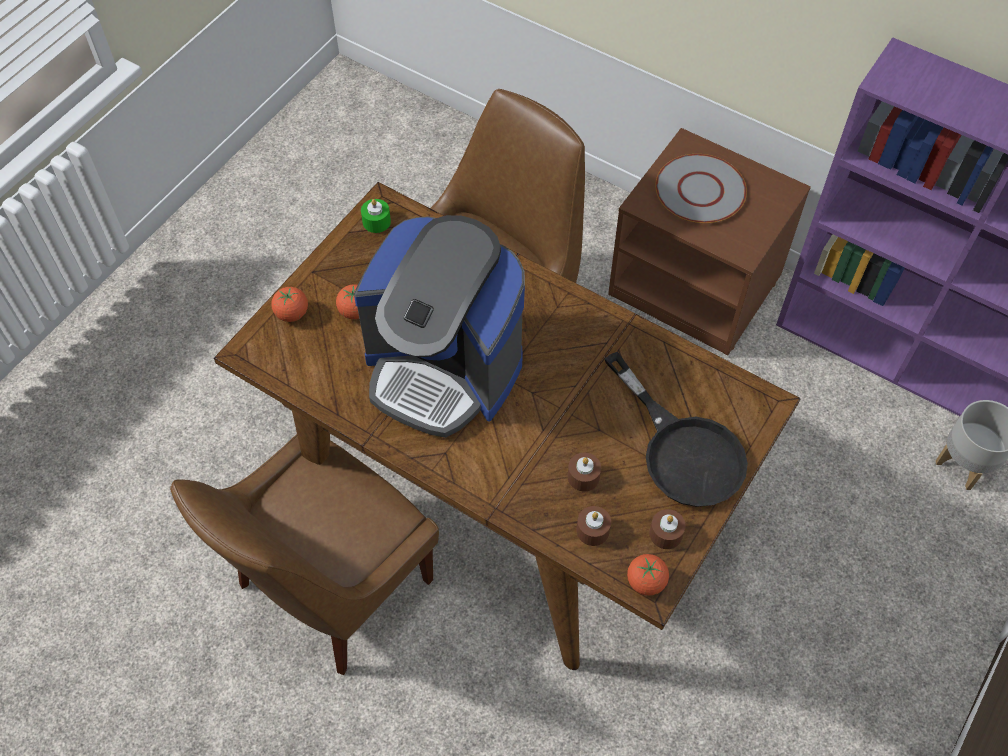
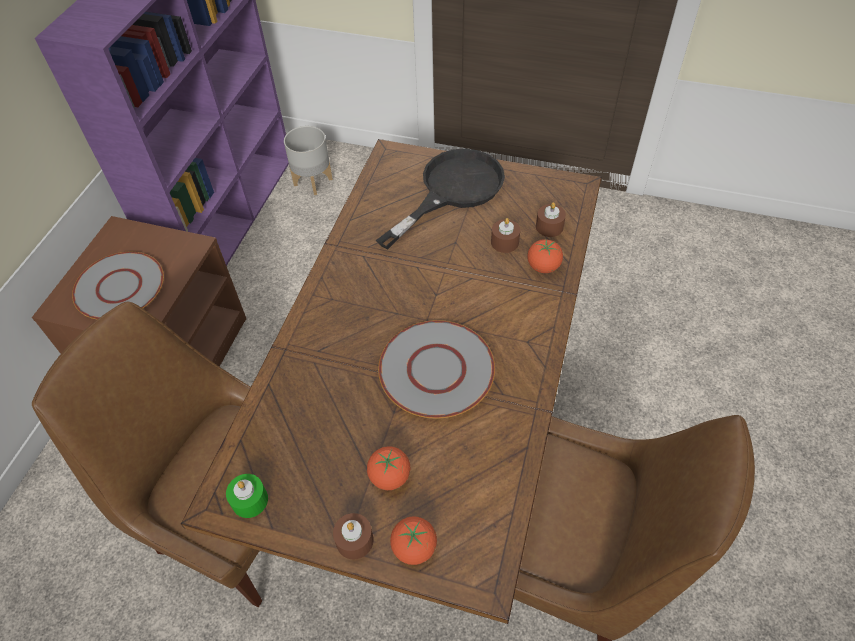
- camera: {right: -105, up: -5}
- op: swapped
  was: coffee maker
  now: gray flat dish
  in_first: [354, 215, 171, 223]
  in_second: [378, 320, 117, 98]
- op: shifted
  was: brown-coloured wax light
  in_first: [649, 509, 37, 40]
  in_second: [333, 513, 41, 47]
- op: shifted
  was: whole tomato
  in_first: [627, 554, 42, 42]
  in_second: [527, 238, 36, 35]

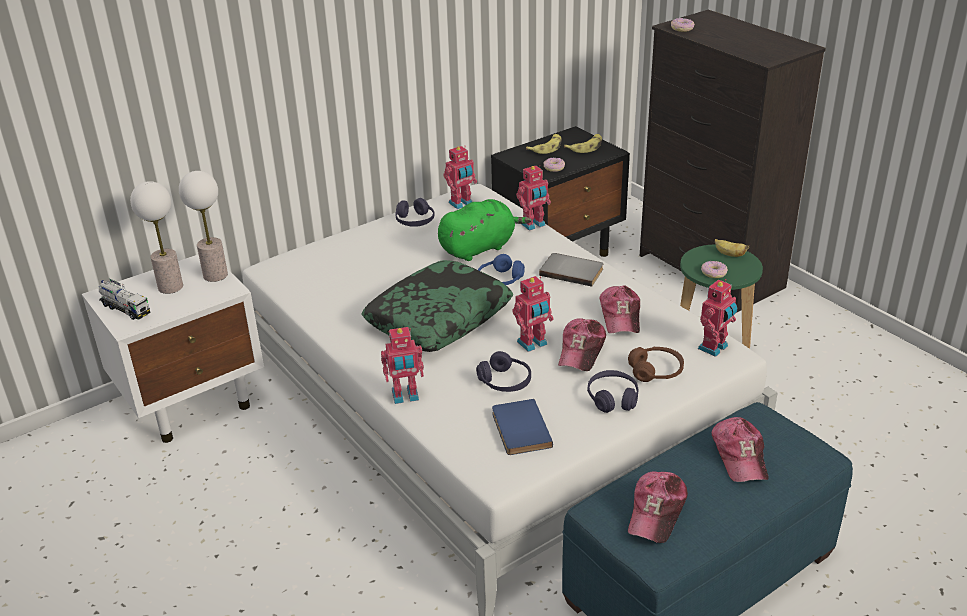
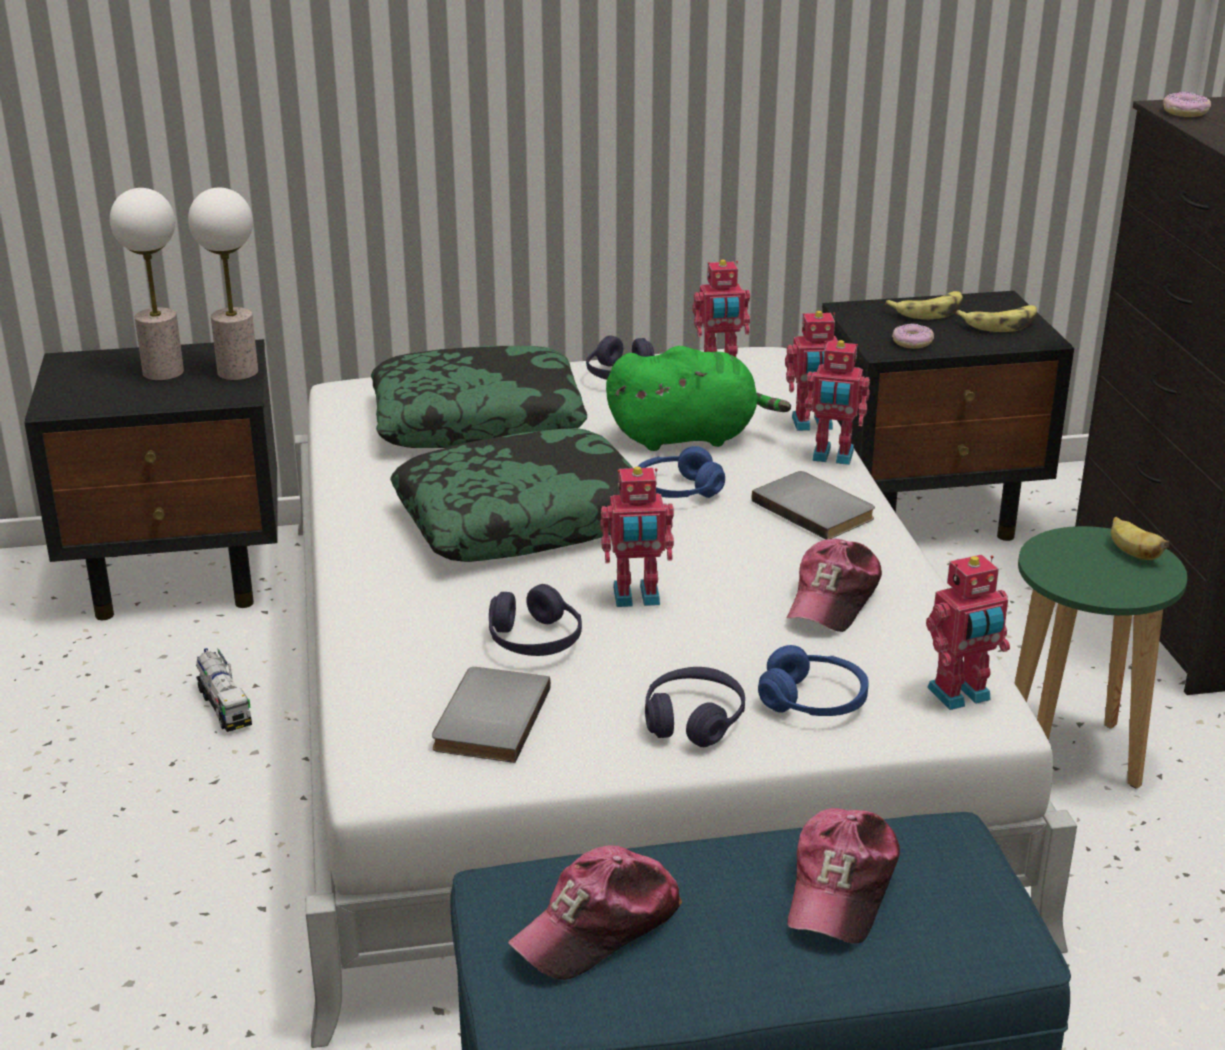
- camera: {right: 25, up: -5}
- op: repainted
  was: whitish night table
  now: black-coloured night table
  in_first: [82, 254, 182, 189]
  in_second: [24, 339, 254, 281]
- op: gone
  was: doughnut
  in_first: [701, 261, 27, 17]
- op: shifted
  was: model truck
  in_first: [99, 279, 52, 41]
  in_second: [196, 648, 56, 84]
- op: gone
  was: baseball cap
  in_first: [558, 318, 48, 53]
- op: shifted
  was: toy robot
  in_first: [381, 327, 43, 77]
  in_second: [805, 340, 65, 125]
- op: repainted
  was: brown-coloured headphones
  now: bluish headphones
  in_first: [628, 347, 56, 35]
  in_second: [758, 645, 111, 71]
- op: repainted
  was: bluish book
  now: gray book
  in_first: [492, 399, 61, 56]
  in_second: [432, 667, 119, 96]
- op: new
  now: cushion
  in_second: [371, 346, 216, 102]

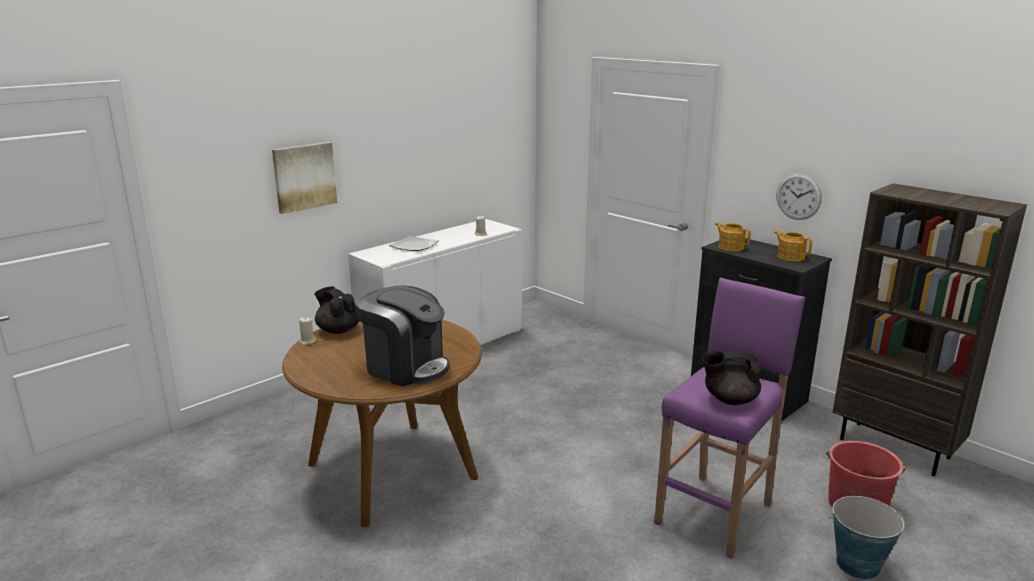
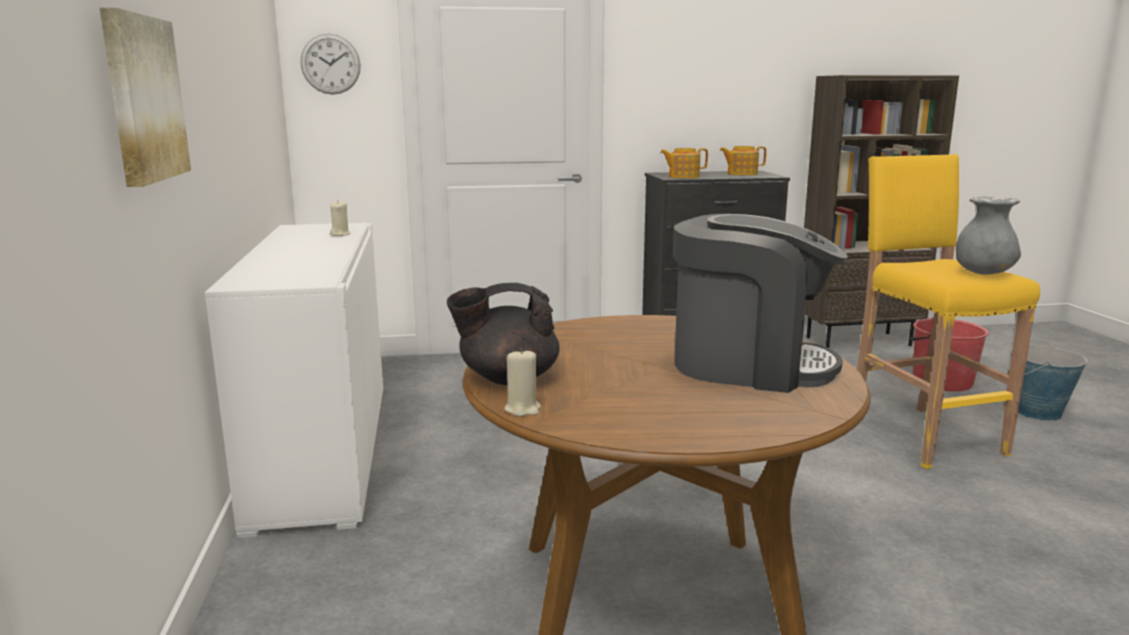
- camera: {right: -55, up: -5}
- op: shifted
  was: hanging clock
  in_first: [777, 173, 45, 47]
  in_second: [301, 34, 60, 61]
- op: gone
  was: flat dish
  in_first: [389, 236, 50, 15]
- op: repainted
  was: purplish sitting stool
  now: yellow sitting stool
  in_first: [654, 278, 151, 281]
  in_second: [857, 154, 183, 315]
- op: rotated
  was: coffee maker
  in_first: [357, 286, 93, 101]
  in_second: [673, 214, 175, 179]
  clockwise: 45
- op: swapped
  was: black-coloured pot for tea
  now: gray vase
  in_first: [702, 350, 59, 55]
  in_second: [956, 196, 65, 78]

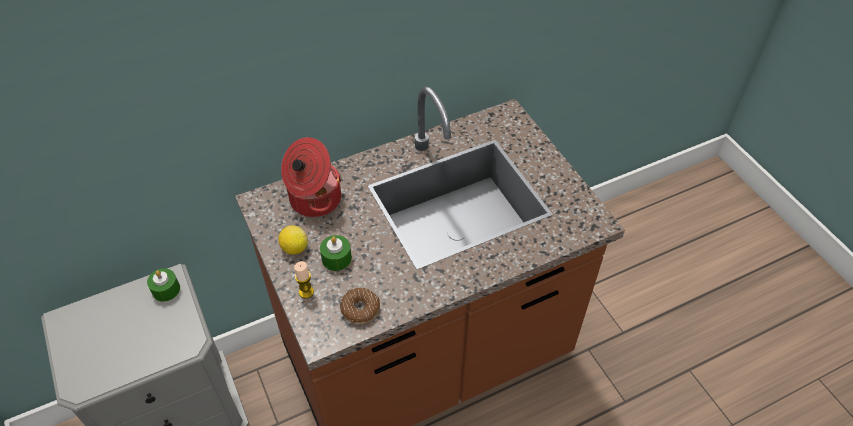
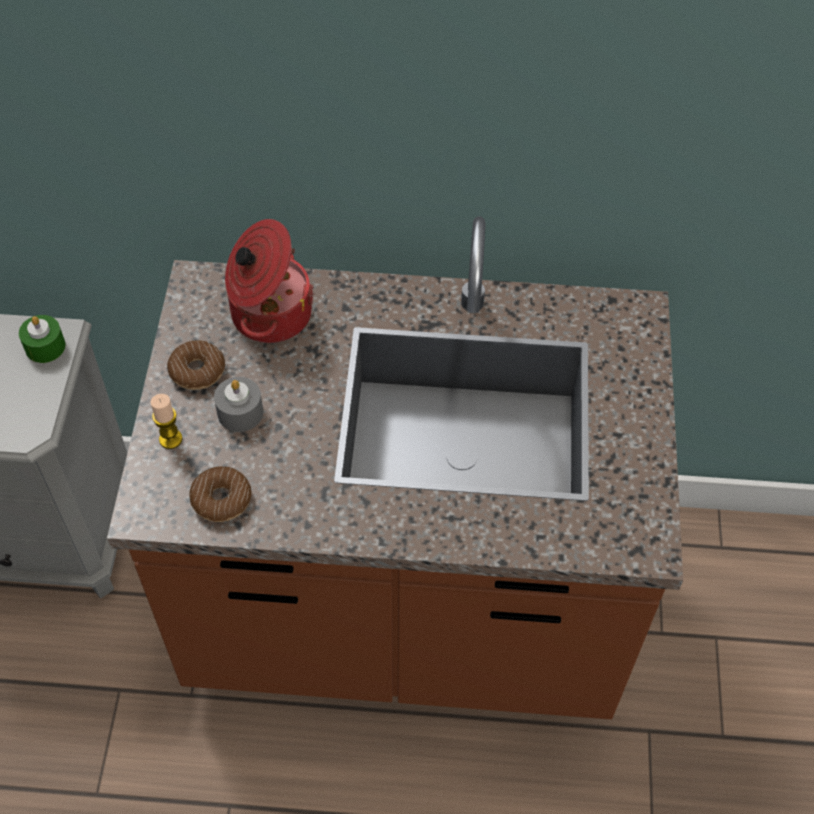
- camera: {right: 30, up: 5}
- op: swapped
  was: whole lemon
  now: doughnut
  in_first: [278, 225, 30, 30]
  in_second: [167, 340, 58, 50]
- op: repainted
  was: green wax light
  now: gray wax light
  in_first: [320, 235, 32, 36]
  in_second: [214, 377, 49, 55]

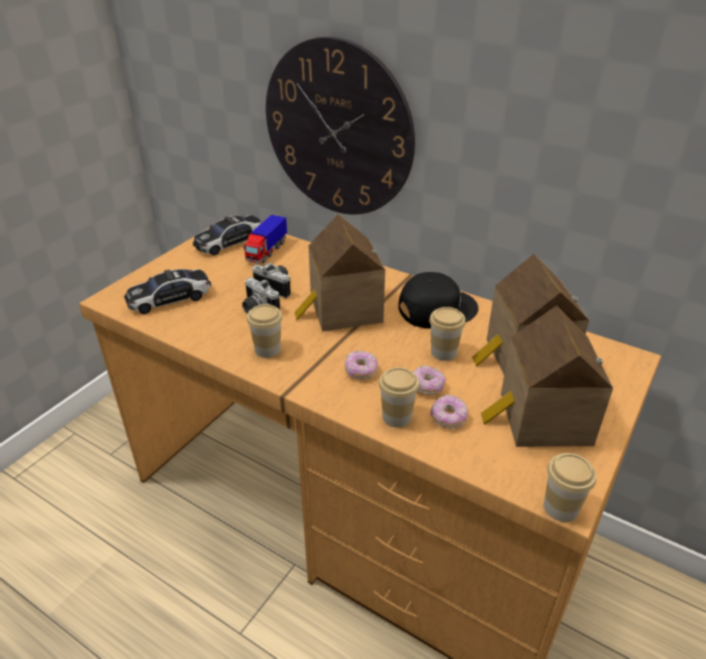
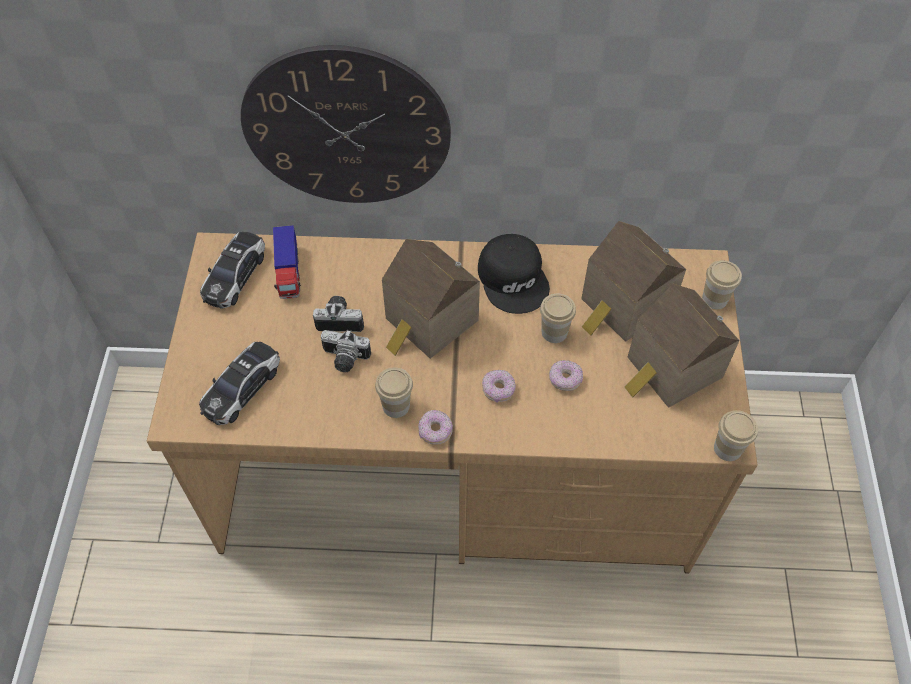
- camera: {right: -30, up: 20}
- op: rotated
  was: black-coloured baseball cap
  in_first: [398, 272, 80, 57]
  in_second: [478, 234, 72, 80]
  clockwise: 120
- op: shifted
  was: drinking cup
  in_first: [379, 367, 40, 61]
  in_second: [702, 260, 40, 49]
- op: shifted
  was: doughnut
  in_first: [430, 395, 38, 34]
  in_second: [418, 410, 35, 35]

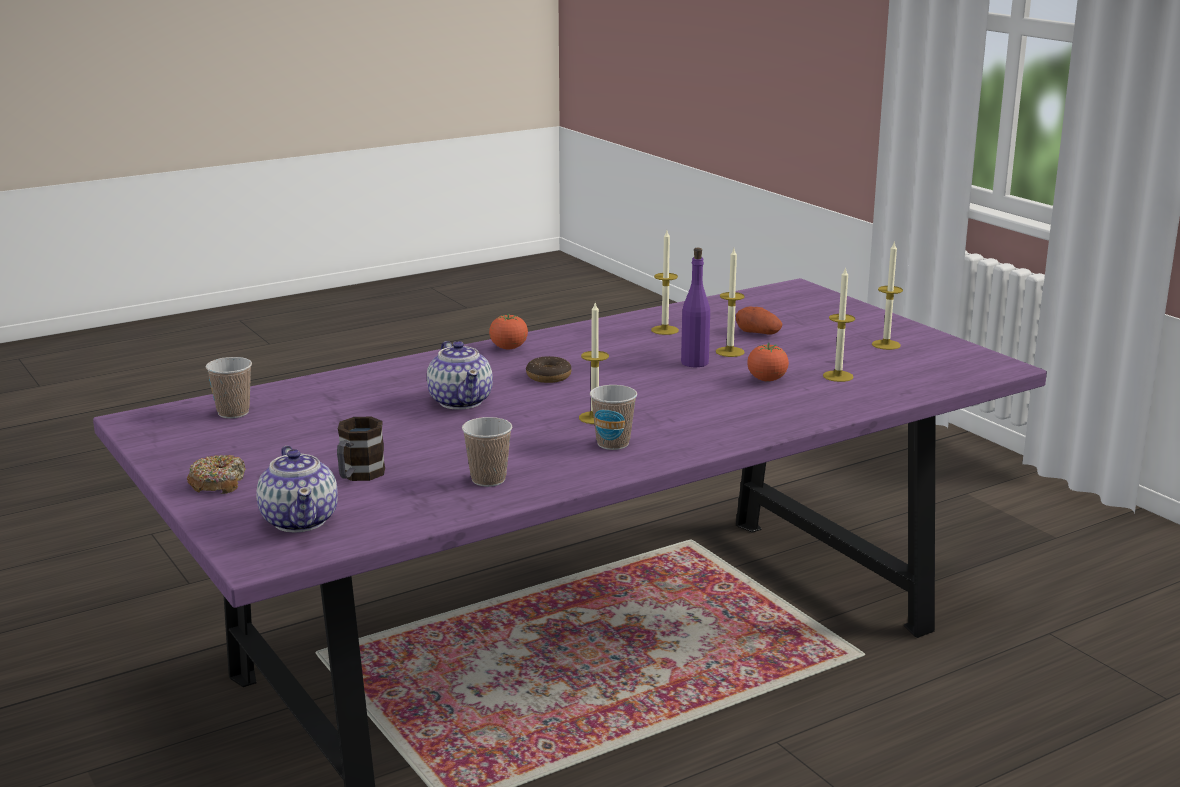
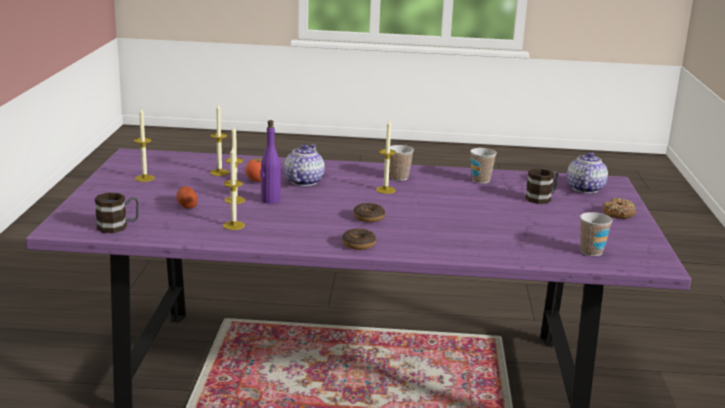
- camera: {right: -145, up: 0}
- op: swapped
  was: whole tomato
  now: doughnut
  in_first: [489, 313, 39, 37]
  in_second: [342, 228, 34, 22]
- op: shifted
  was: pot for tea
  in_first: [427, 341, 66, 69]
  in_second: [284, 144, 41, 42]
- op: new
  now: tea mug
  in_second: [95, 193, 44, 40]

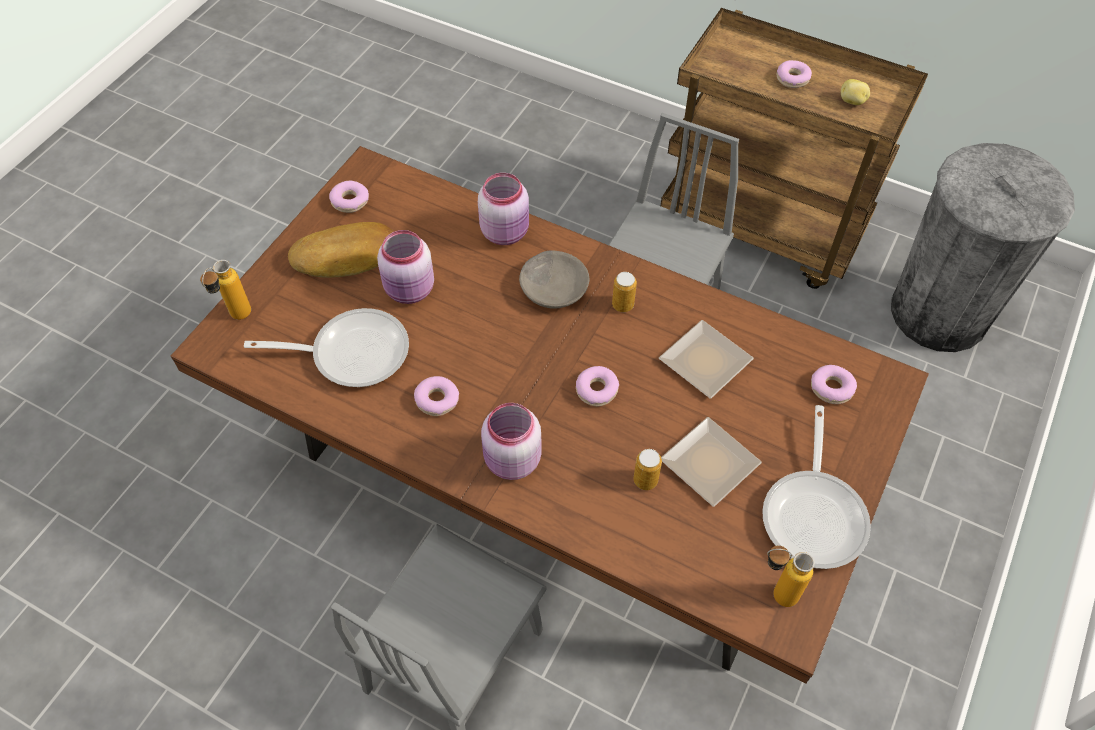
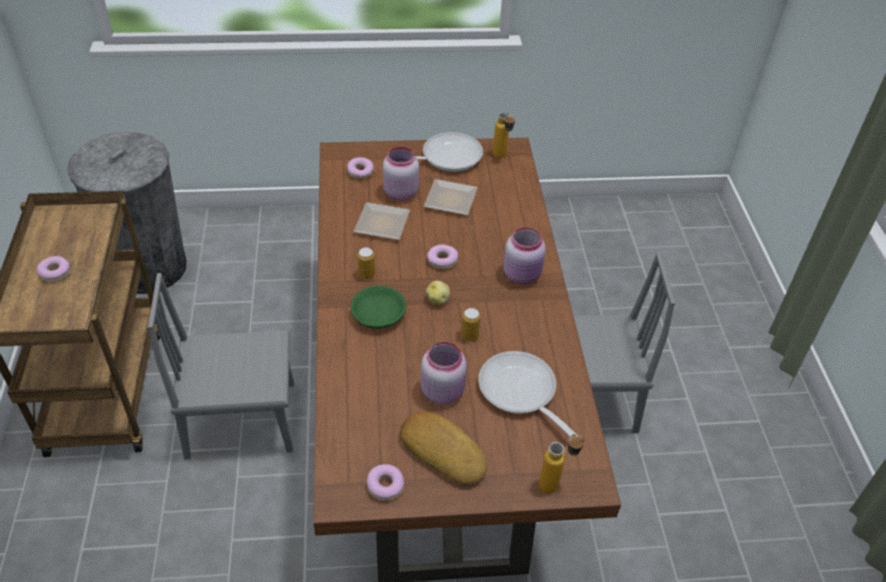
- camera: {right: -125, up: -10}
- op: shifted
  was: spud
  in_first: [841, 79, 29, 26]
  in_second: [426, 281, 24, 24]
- op: shifted
  was: pink preserve jar
  in_first: [478, 173, 51, 72]
  in_second: [383, 147, 36, 54]
- op: repainted
  was: gray deep dish
  now: green deep dish
  in_first: [519, 250, 70, 59]
  in_second: [351, 285, 55, 44]
- op: gone
  was: doughnut
  in_first: [414, 376, 45, 40]
- op: shifted
  was: can
  in_first: [633, 449, 29, 41]
  in_second: [461, 308, 20, 33]

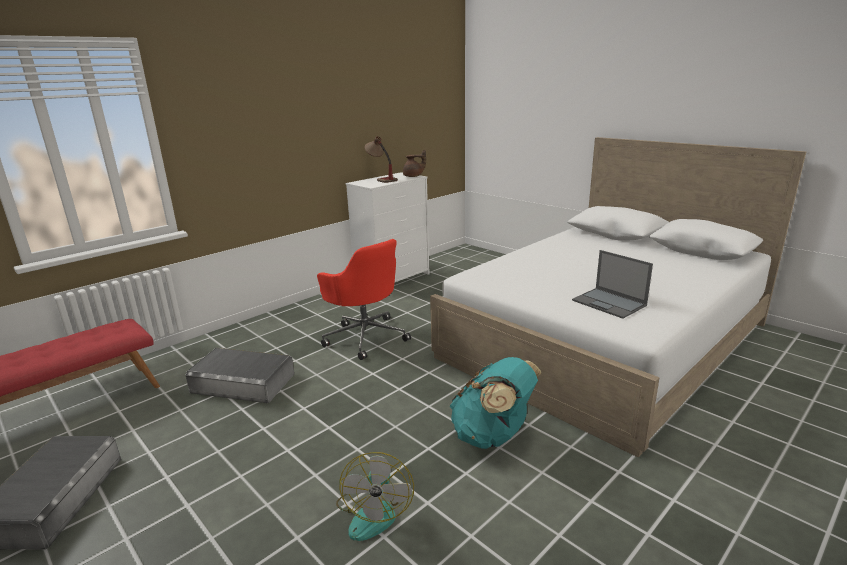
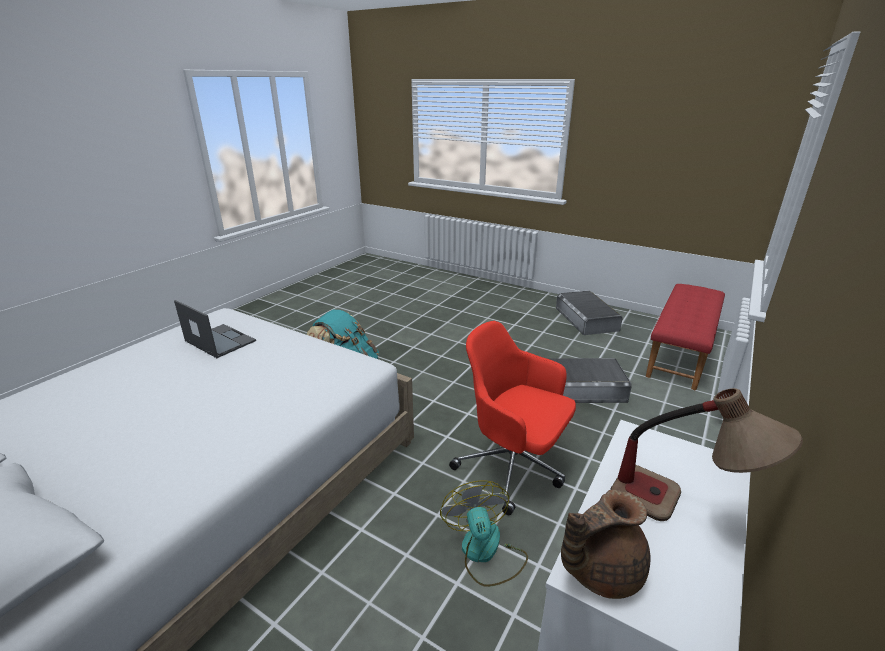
- camera: {right: 165, up: 5}
- op: shifted
  was: fan
  in_first: [336, 452, 78, 89]
  in_second: [440, 481, 88, 106]

